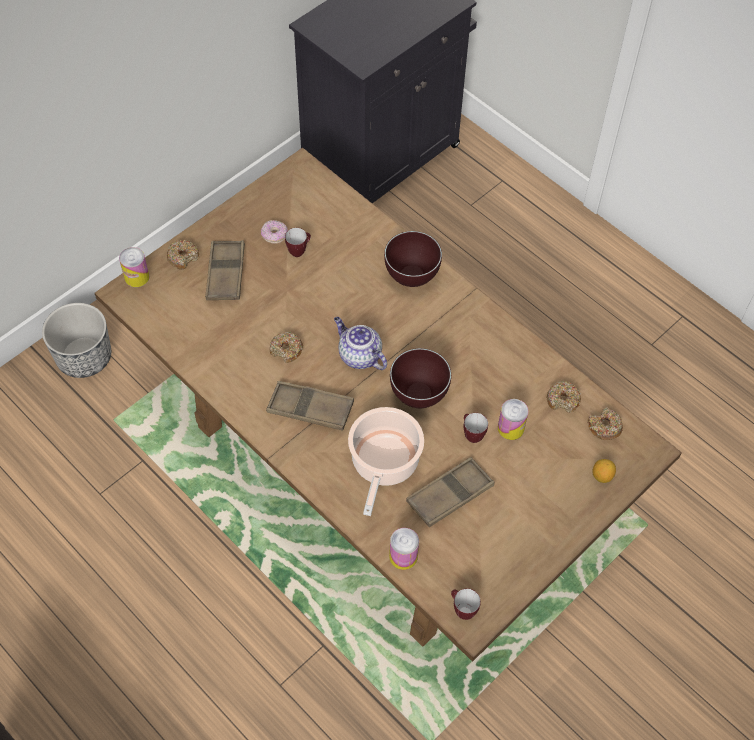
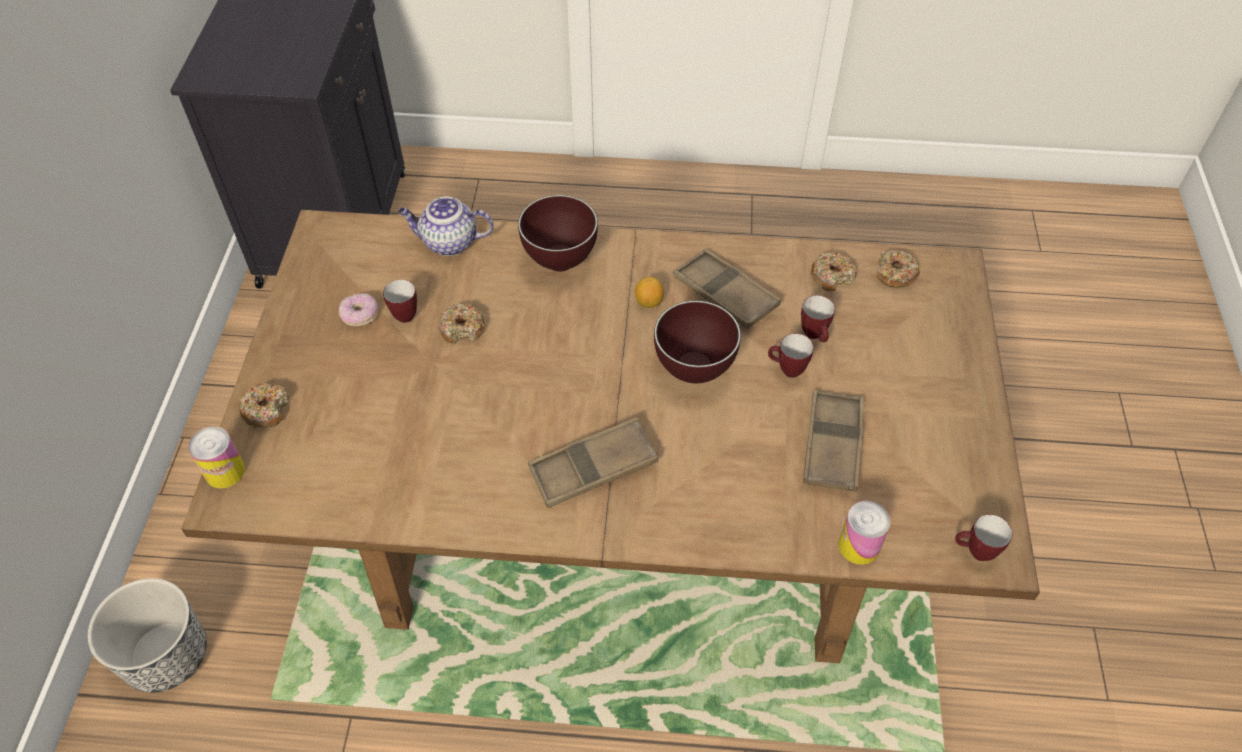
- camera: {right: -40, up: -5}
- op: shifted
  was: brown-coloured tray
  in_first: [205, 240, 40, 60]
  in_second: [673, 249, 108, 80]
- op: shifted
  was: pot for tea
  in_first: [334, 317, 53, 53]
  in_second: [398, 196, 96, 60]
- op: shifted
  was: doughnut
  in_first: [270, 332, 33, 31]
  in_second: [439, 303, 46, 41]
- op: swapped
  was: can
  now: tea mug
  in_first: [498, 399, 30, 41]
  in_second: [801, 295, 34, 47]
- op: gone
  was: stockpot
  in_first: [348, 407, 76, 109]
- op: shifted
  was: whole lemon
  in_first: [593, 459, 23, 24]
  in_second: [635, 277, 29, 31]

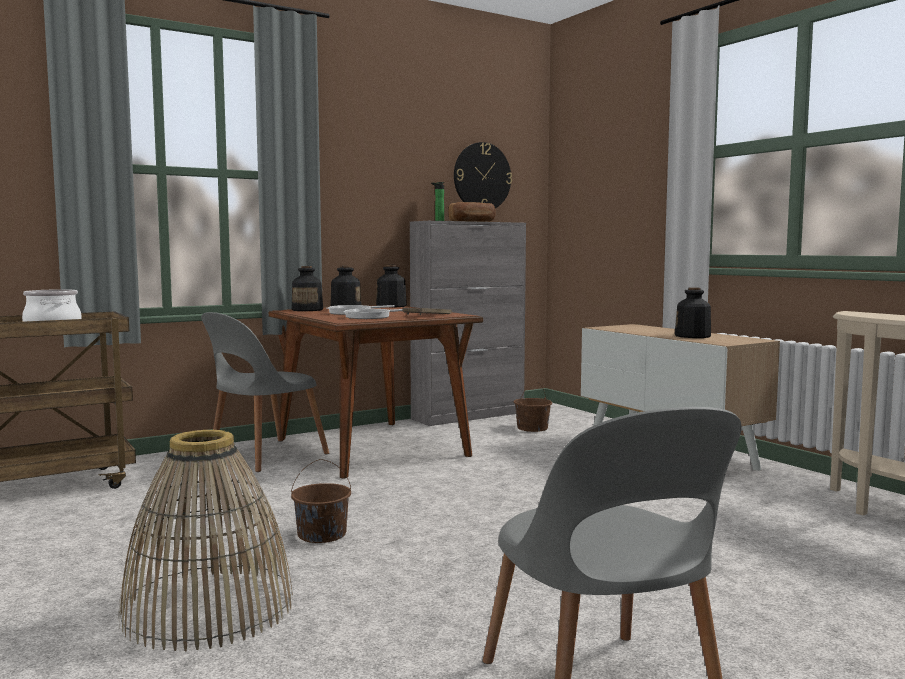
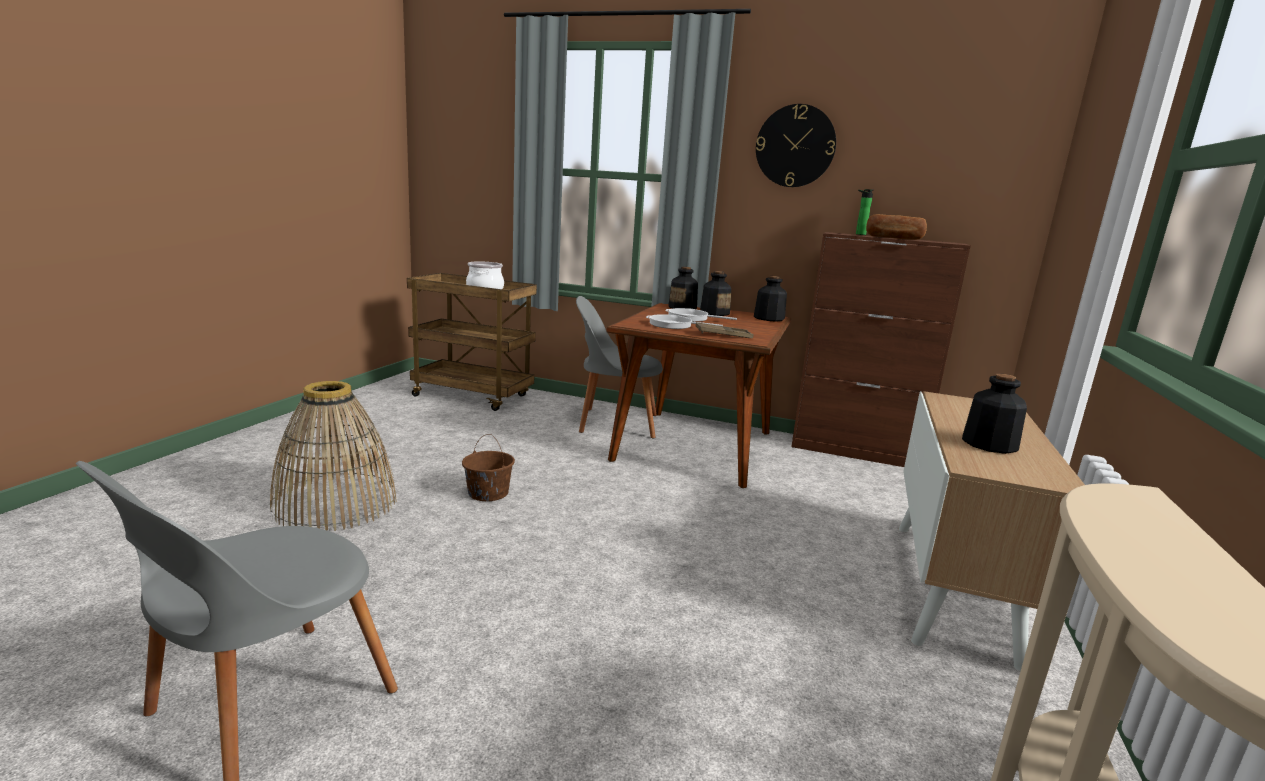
- camera: {right: 50, up: 10}
- op: shifted
  was: hanging clock
  in_first: [454, 142, 58, 66]
  in_second: [756, 104, 80, 83]
- op: repainted
  was: gray cabinet
  now: brown-coloured cabinet
  in_first: [410, 221, 116, 205]
  in_second: [791, 232, 180, 235]
- op: gone
  was: brown-coloured bucket
  in_first: [514, 381, 38, 51]

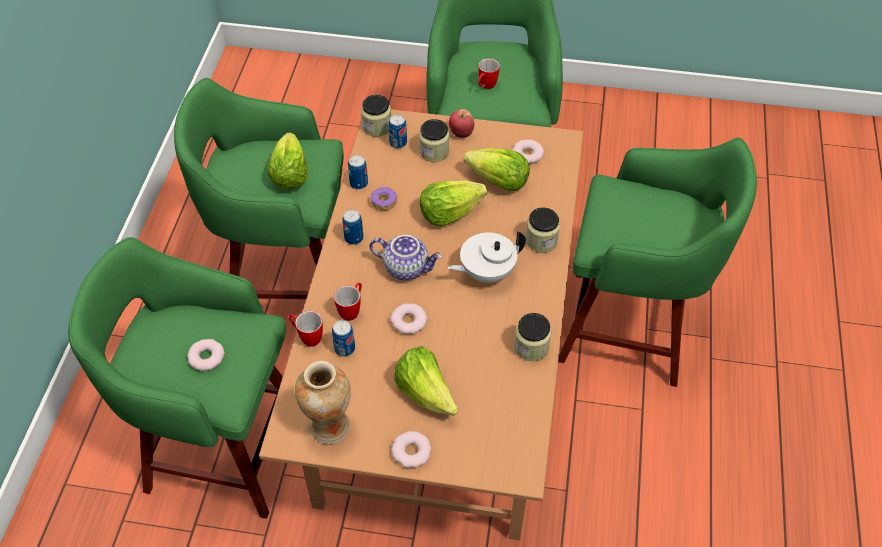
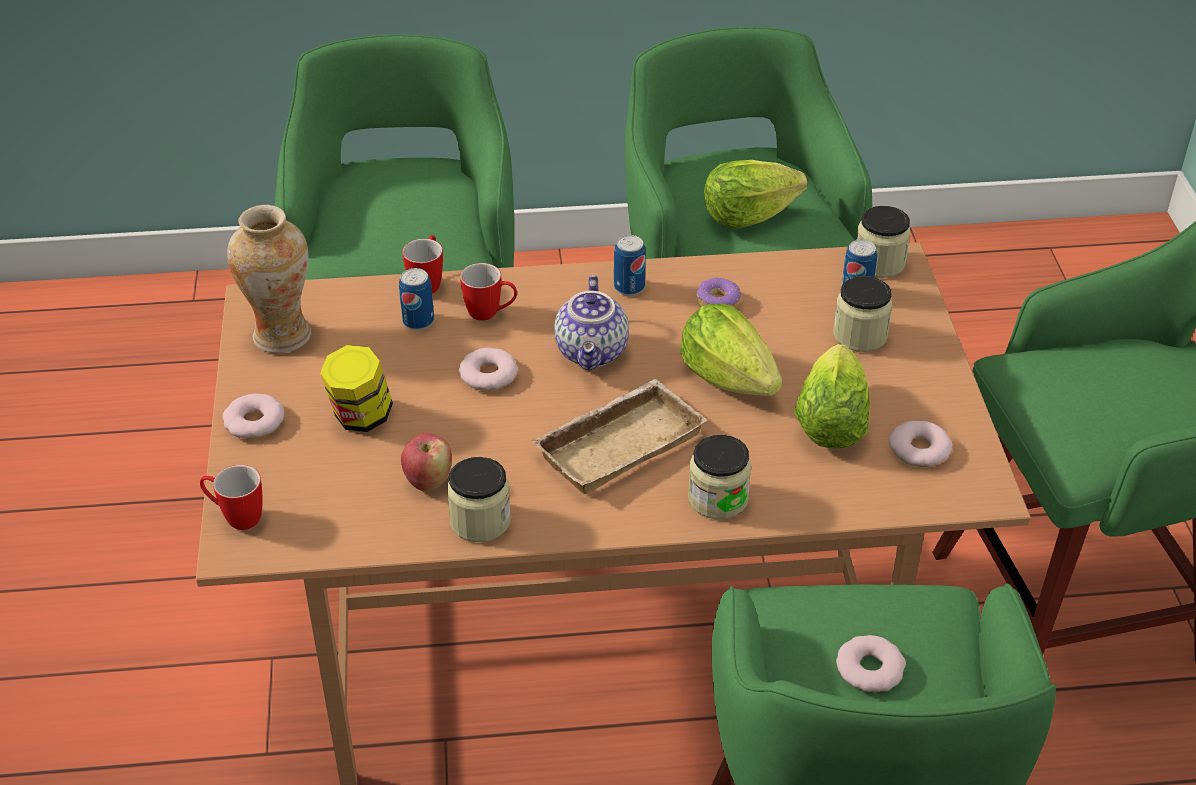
- camera: {right: 75, up: -10}
- op: shifted
  was: tea mug
  in_first: [478, 58, 22, 31]
  in_second: [200, 465, 63, 65]
- op: shifted
  was: apple fruit
  in_first: [449, 109, 25, 29]
  in_second: [401, 433, 51, 58]
- op: gone
  was: can
  in_first: [348, 155, 20, 35]
- op: swapped
  was: whitish pot for tea
  now: sand-coloured tray
  in_first: [447, 231, 79, 52]
  in_second: [531, 379, 176, 115]
- op: shifted
  was: doughnut
  in_first: [187, 339, 38, 32]
  in_second: [836, 635, 70, 57]
- op: swapped
  was: lettuce head
  now: preserve jar
  in_first: [394, 346, 65, 69]
  in_second: [320, 345, 73, 87]

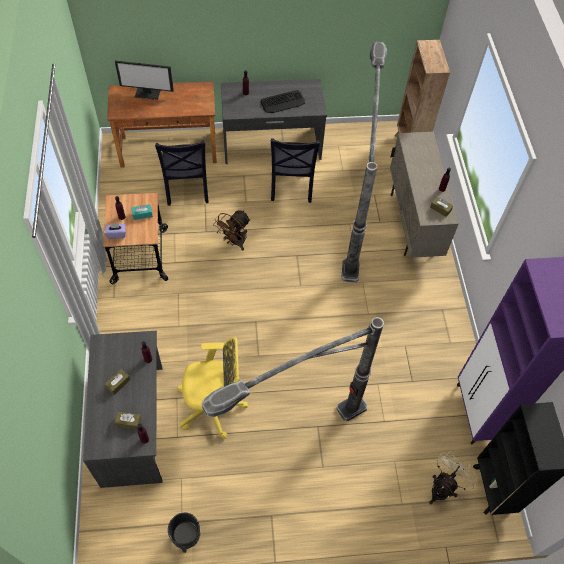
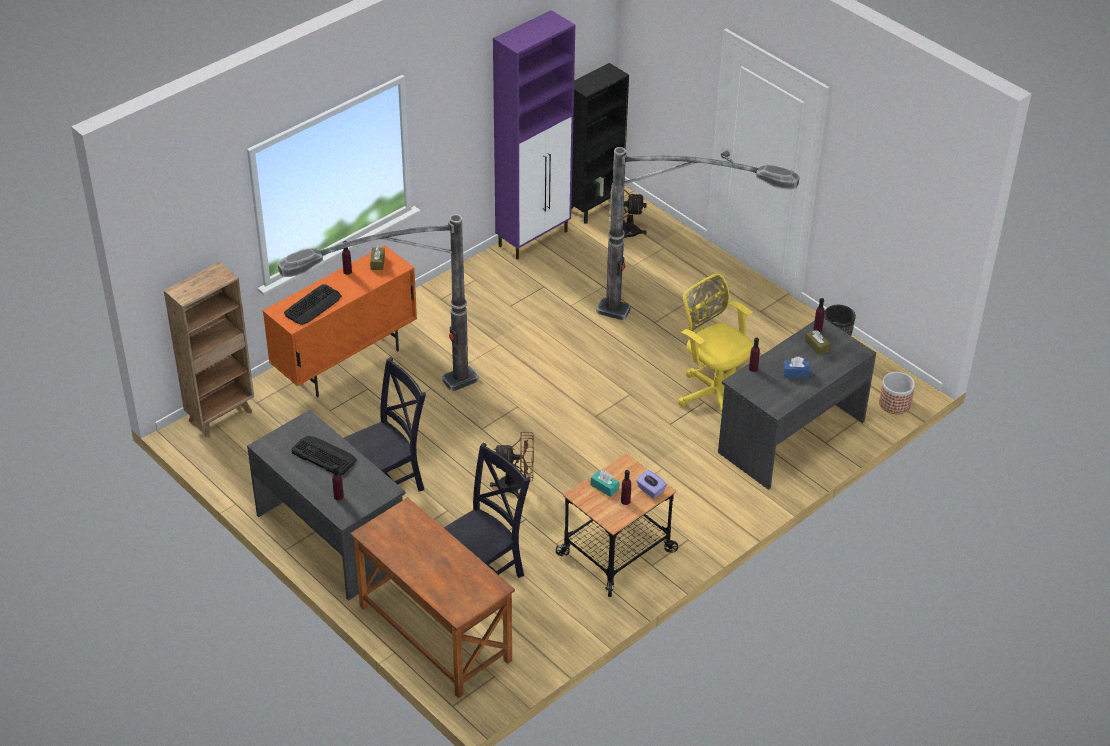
- camera: {right: -125, up: -15}
- op: gone
  was: monitor
  in_first: [115, 61, 59, 39]
- op: repainted
  was: sand-coloured cabinet
  now: orangey cabinet
  in_first: [390, 132, 69, 126]
  in_second: [263, 245, 154, 153]
- op: repainted
  was: brown-coloured tissue holder
  now: bluish tissue holder
  in_first: [104, 369, 26, 26]
  in_second: [783, 357, 27, 21]
- op: new
  now: computer keyboard
  in_second: [284, 284, 58, 41]
- op: new
  now: flower pot
  in_second: [879, 372, 36, 42]

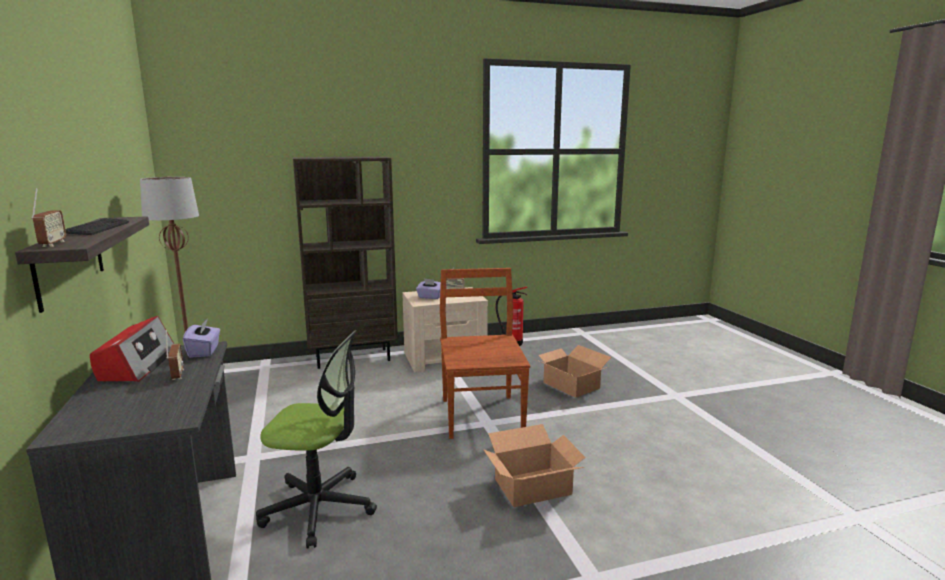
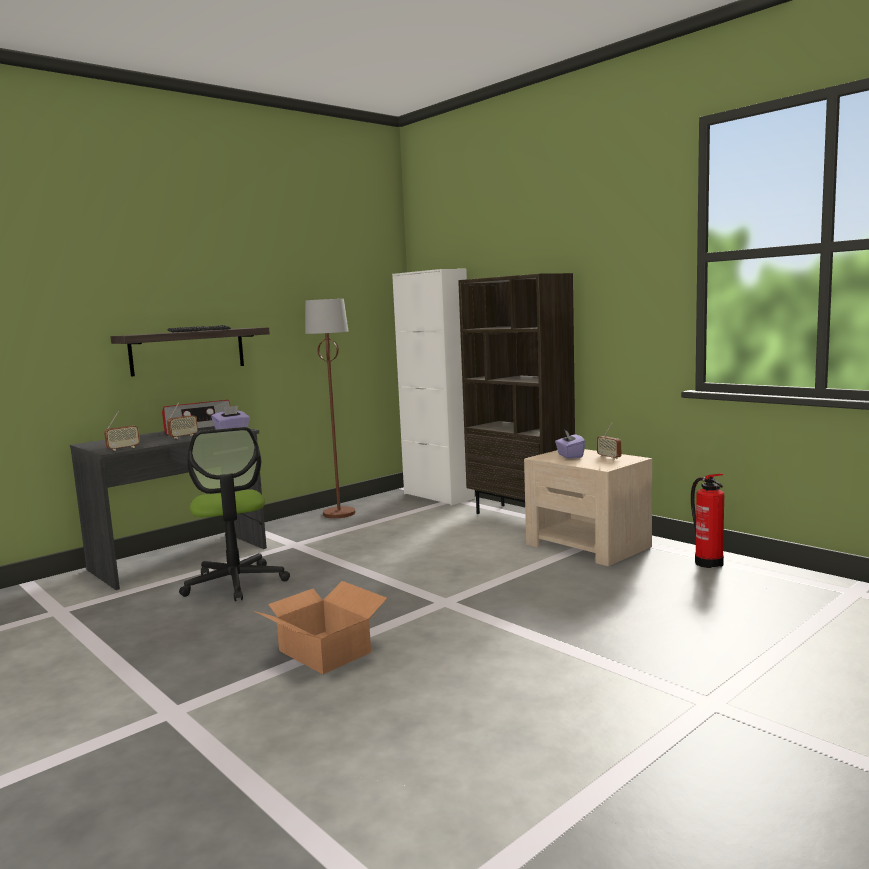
- camera: {right: 65, up: -5}
- op: shifted
  was: radio receiver
  in_first: [31, 188, 35, 59]
  in_second: [104, 411, 36, 40]
- op: gone
  was: brown-coloured upright chair
  in_first: [440, 268, 90, 171]
- op: gone
  was: carton
  in_first: [535, 345, 76, 53]
- op: new
  now: whitish cabinet
  in_second: [392, 269, 83, 236]

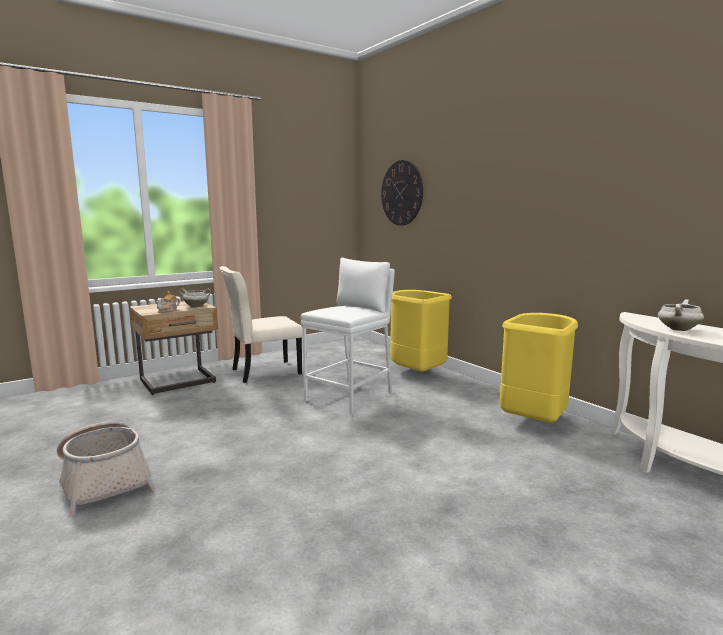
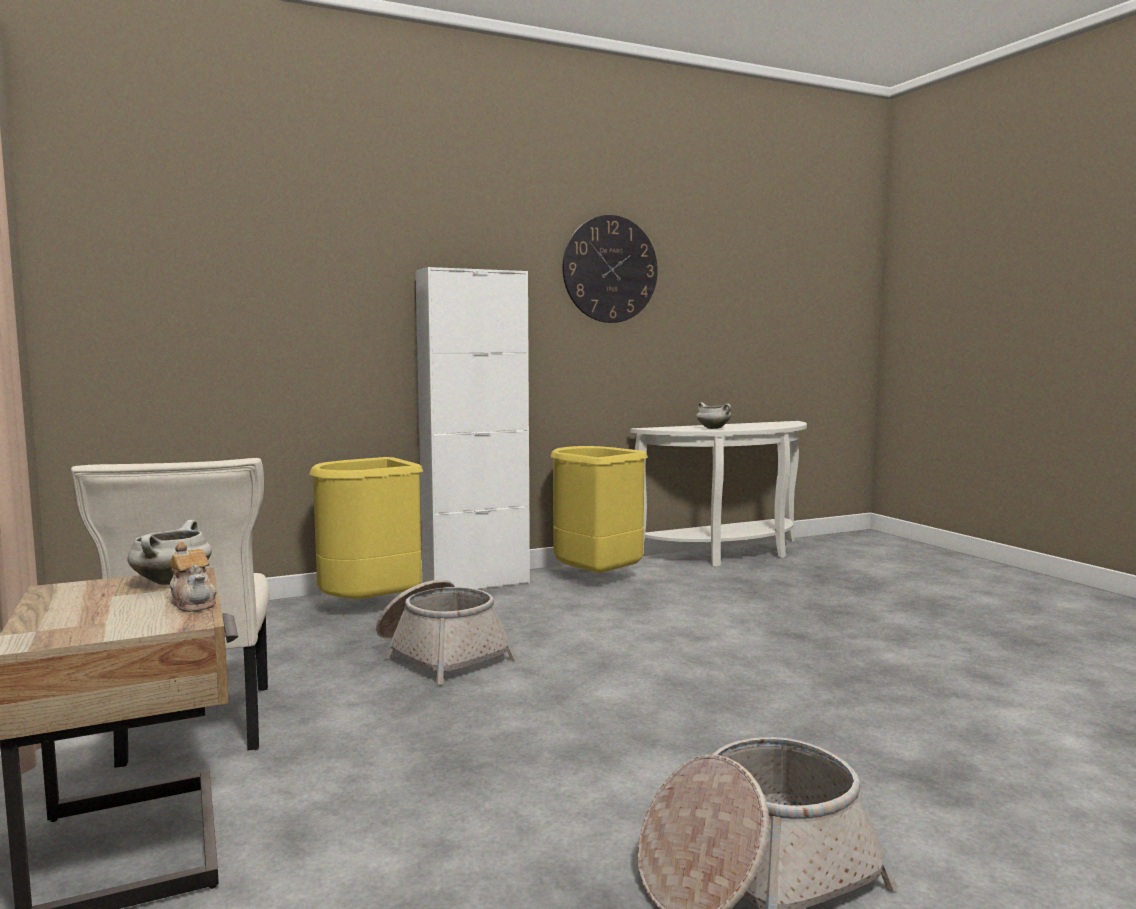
- camera: {right: -80, up: -5}
- op: shifted
  was: hanging clock
  in_first: [381, 160, 42, 66]
  in_second: [563, 215, 95, 108]
- op: swapped
  was: whitish sitting stool
  now: storage basket
  in_first: [301, 258, 94, 157]
  in_second: [376, 580, 141, 104]
- op: new
  now: whitish cabinet
  in_second: [415, 267, 115, 322]

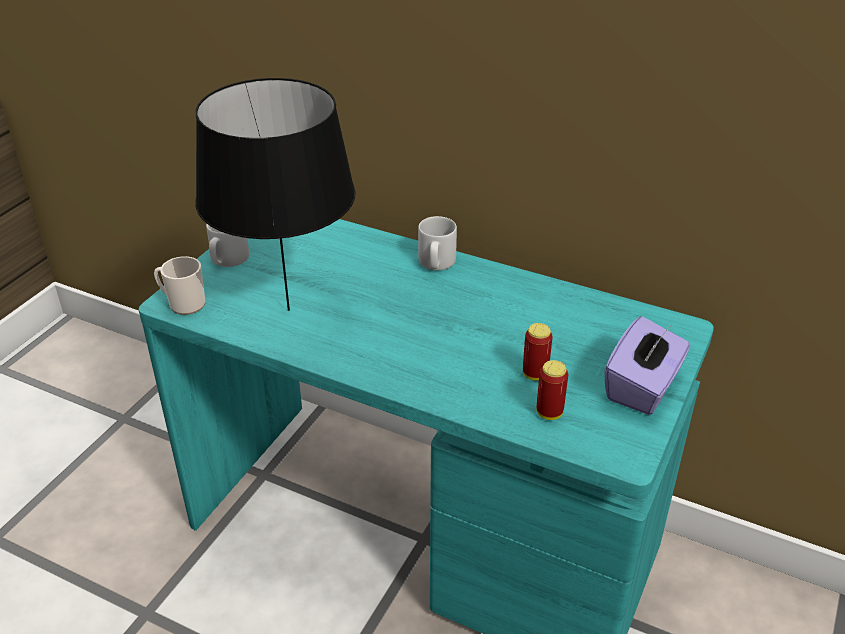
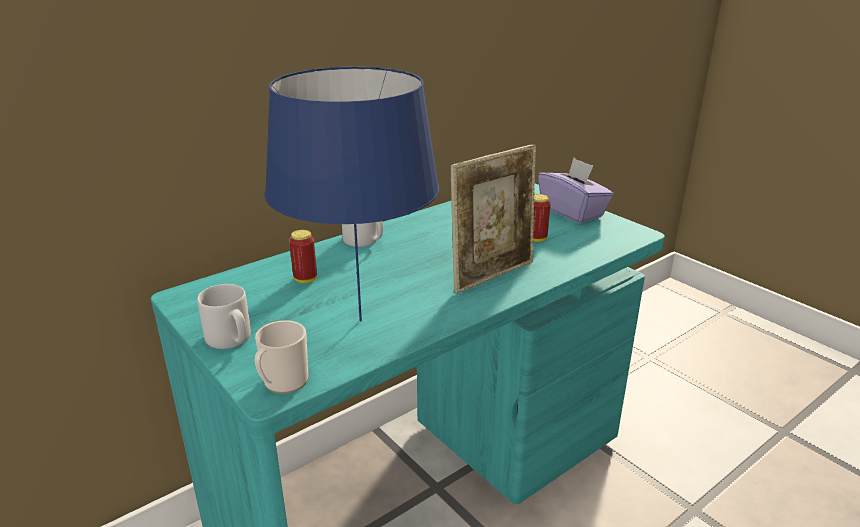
- camera: {right: -65, up: -10}
- op: repainted
  was: black-coloured table lamp
  now: bluish table lamp
  in_first: [195, 78, 161, 233]
  in_second: [265, 66, 175, 255]
- op: shifted
  was: can
  in_first: [536, 360, 32, 60]
  in_second: [289, 230, 28, 53]
- op: new
  now: photo frame
  in_second: [451, 144, 85, 150]

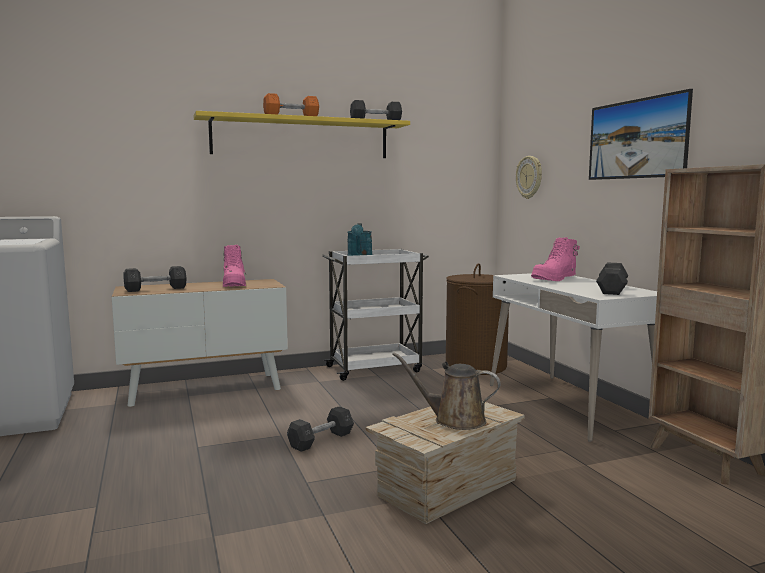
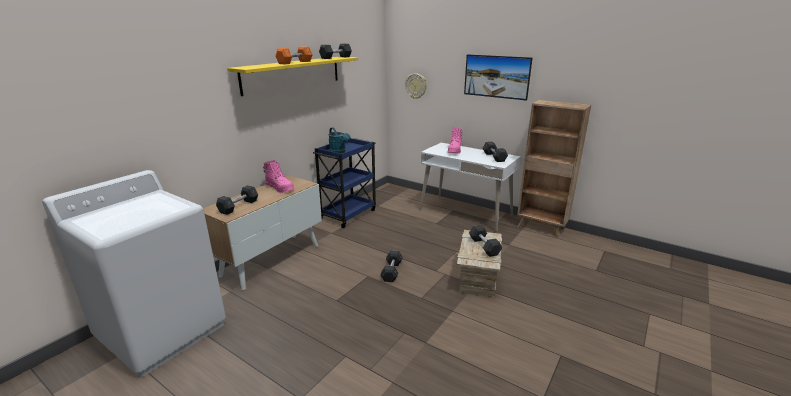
- camera: {right: -35, up: 15}
- op: repainted
  was: whitish cart
  now: bluish cart
  in_first: [322, 249, 107, 132]
  in_second: [313, 138, 63, 90]
- op: gone
  was: brown-coloured laundry basket
  in_first: [446, 263, 63, 112]
- op: swapped
  was: brown-coloured sprinkling can
  now: gray free weight
  in_first: [392, 352, 108, 78]
  in_second: [469, 225, 33, 32]

